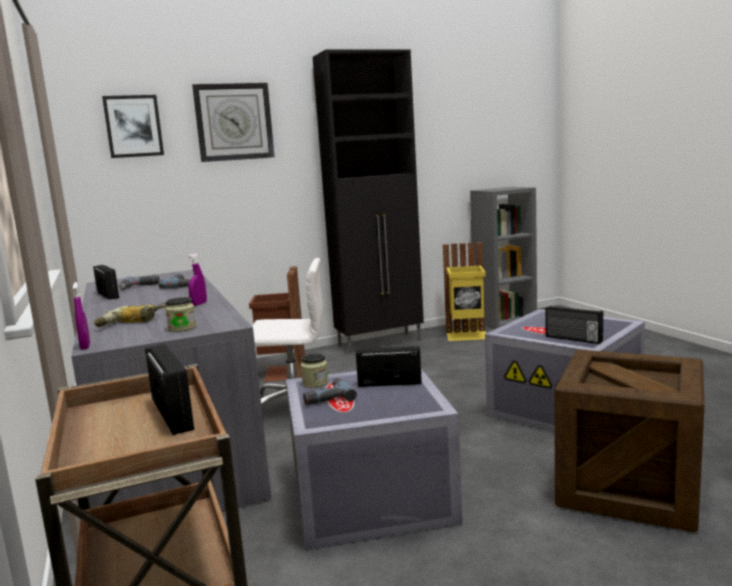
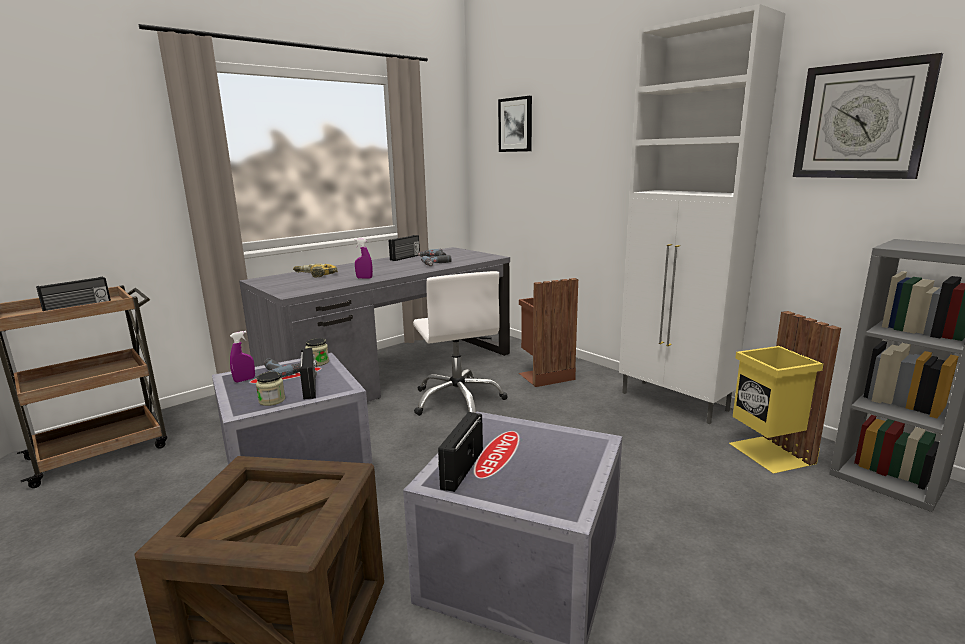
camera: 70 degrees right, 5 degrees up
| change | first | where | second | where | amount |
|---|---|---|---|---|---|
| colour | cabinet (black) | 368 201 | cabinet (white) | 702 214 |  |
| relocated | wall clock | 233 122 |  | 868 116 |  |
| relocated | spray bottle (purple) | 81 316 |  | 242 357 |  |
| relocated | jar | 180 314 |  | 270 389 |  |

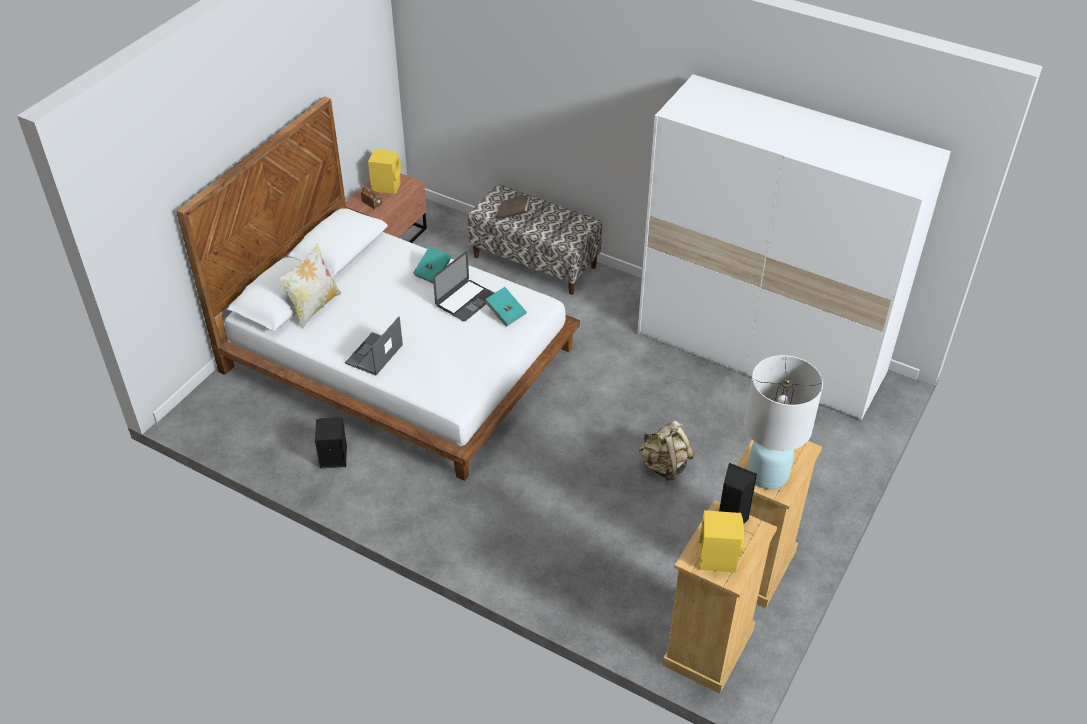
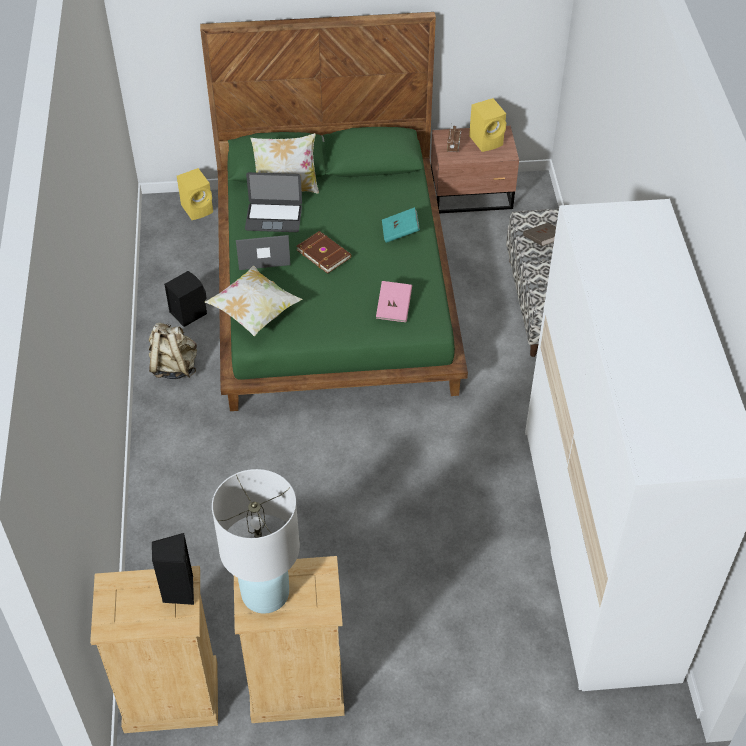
camera: 55 degrees right, 5 degrees up
| change | first | where | second | where | amount |
|---|---|---|---|---|---|
| colour | bed (white) | 378 288 | bed (green) | 334 211 |  |
| relocated | laptop | 463 286 |  | 273 202 |  |
| colour | book (turquoise) | 505 307 | book (pink) | 394 301 |  |
| relocated | backpack (beige) | 666 450 |  | 173 351 |  |
| relocated | speaker (yellow) | 721 541 |  | 195 194 |  |
| appeared |  |  | book (brown) | 324 252 |  |
| appeared |  |  | pillow | 253 301 |  |

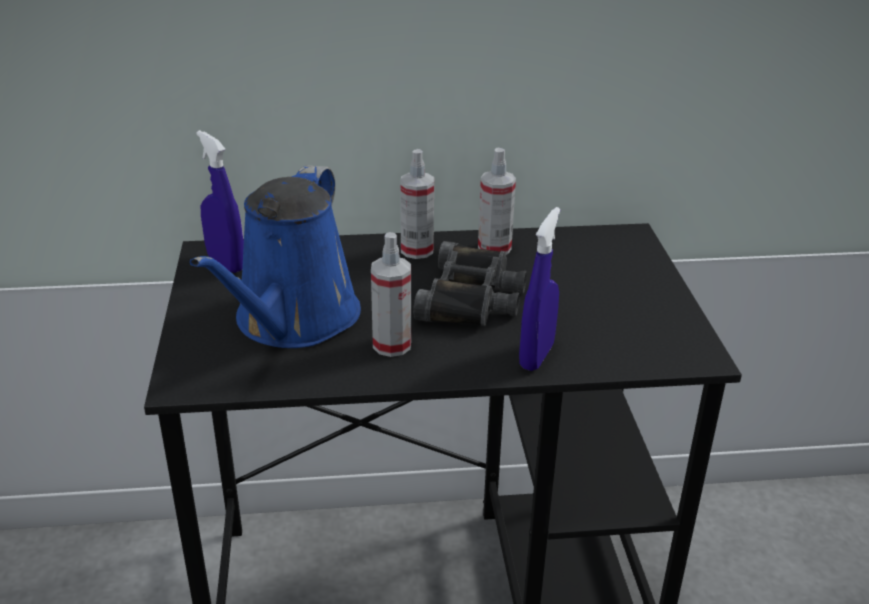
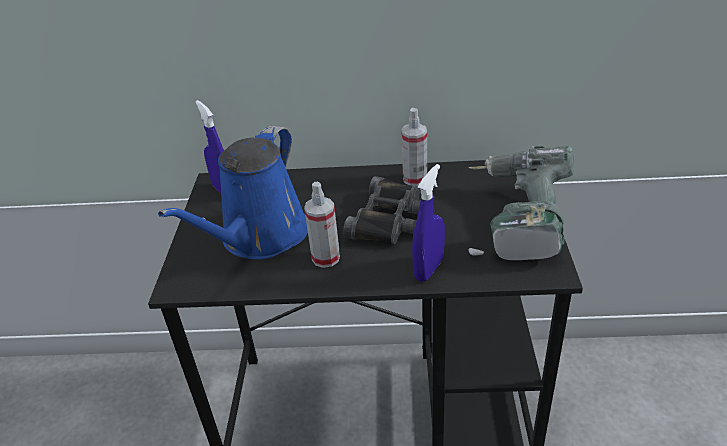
camera: 10 degrees right, 5 degrees up
| change | first | where | second | where | amount |
|---|---|---|---|---|---|
| missing | spray bottle | 417 204 |  |  |  |
| appeared |  |  | power drill | 521 202 |  |

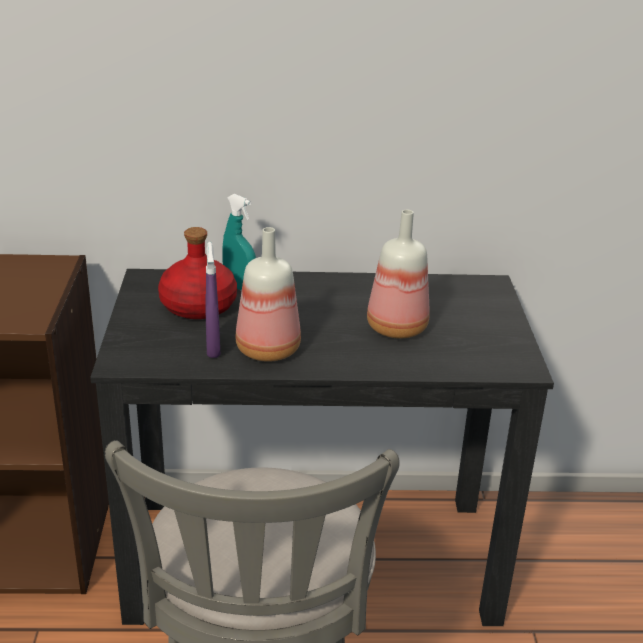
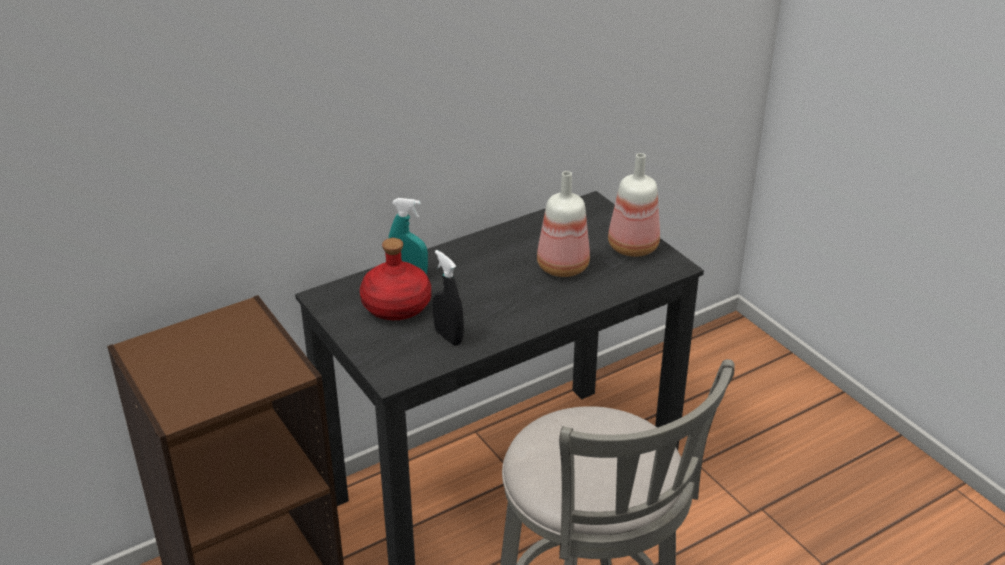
camera: 30 degrees left, 5 degrees up
| change | first | where | second | where | amount |
|---|---|---|---|---|---|
| relocated | bottle | 268 294 |  | 634 205 |  |
| colour | spray bottle (purple) | 213 300 | spray bottle (black) | 448 297 |  |

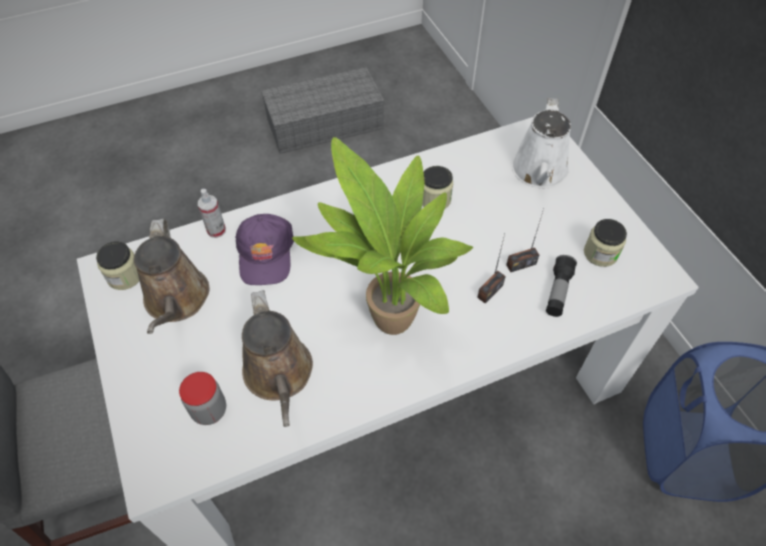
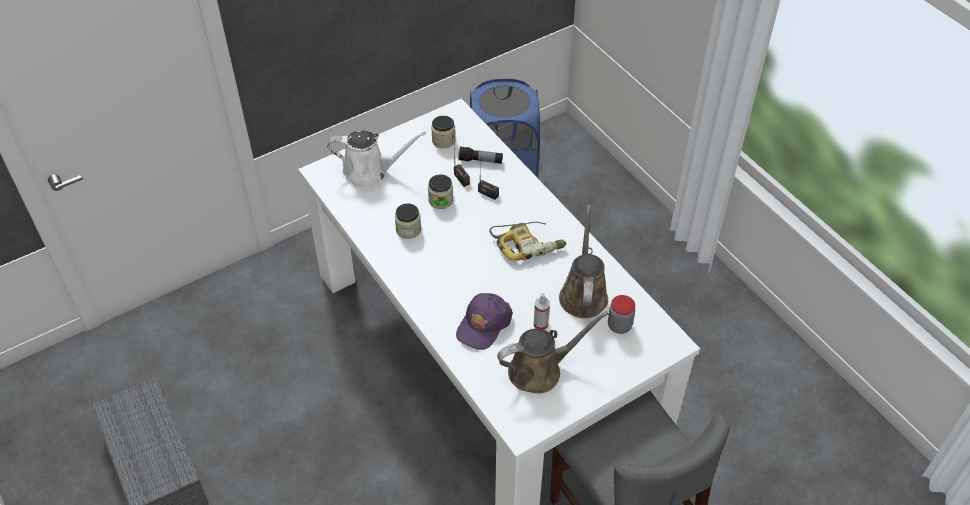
camera: 100 degrees left, 5 degrees down
| change | first | where | second | where | amount |
|---|---|---|---|---|---|
| exchanged | potted plant | 382 236 | power drill | 527 241 |  |
| relocated | spray bottle | 212 213 |  | 542 311 |  |
| spun | cap (purple) | 264 249 |  | 484 321 | 135 degrees clockwise |
| relocated | jar | 117 265 |  | 440 192 |  |
| spun | watering can (brown) | 277 358 |  | 583 261 | 60 degrees counterclockwise |

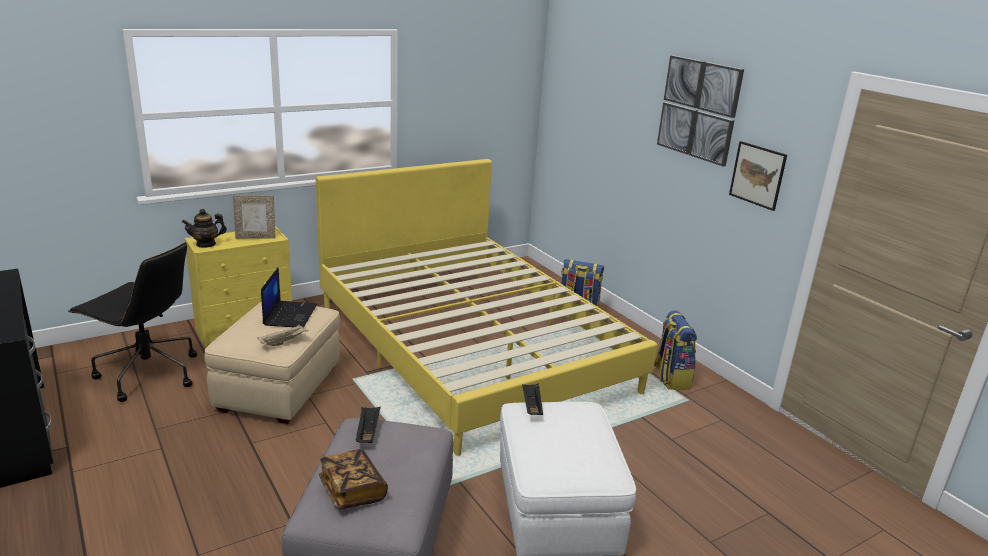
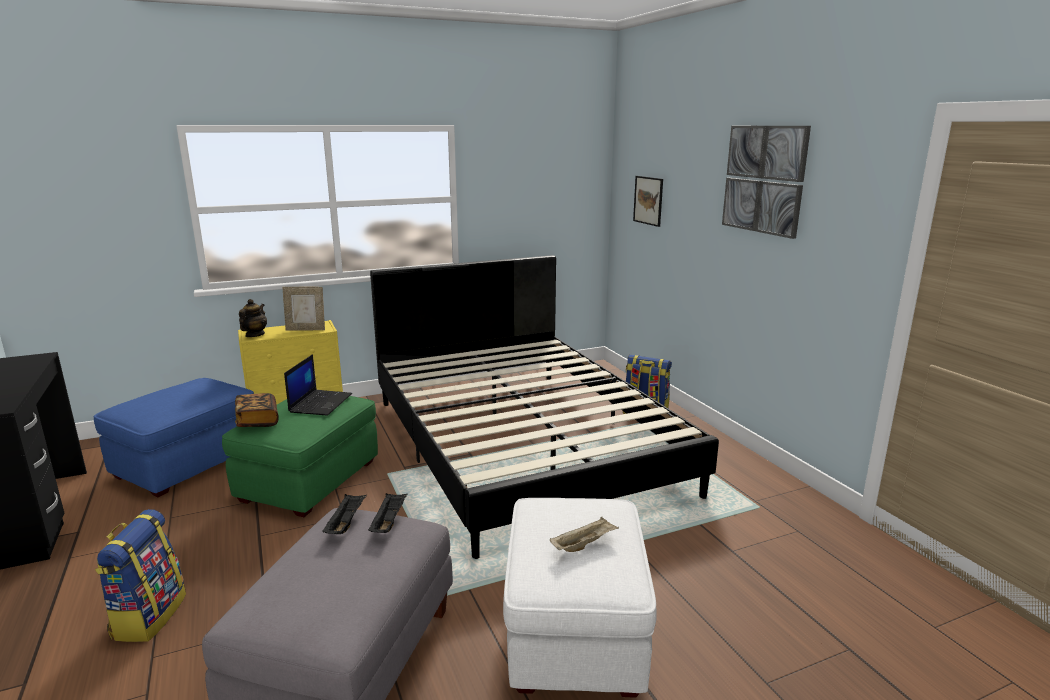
camera: 10 degrees right, 5 degrees down
| change | first | where | second | where | amount |
|---|---|---|---|---|---|
| relocated | picture | 758 176 |  | 648 201 |  |
| colour | bed (yellow) | 486 307 | bed (black) | 544 407 |  |
| spun | teapot | 204 228 |  | 253 318 | 120 degrees clockwise |
| exchanged | office chair (black) | 132 322 | ottoman (blue) | 173 437 |  |
| colour | ottoman (beige) | 272 363 | ottoman (green) | 300 456 |  |
| relocated | backpack | 675 350 |  | 140 575 |  |
| relocated | tray (beige) | 283 335 |  | 584 534 |  |
| relocated | tray (black) | 532 399 |  | 388 513 |  |
| relocated | book | 353 479 |  | 257 410 |  |

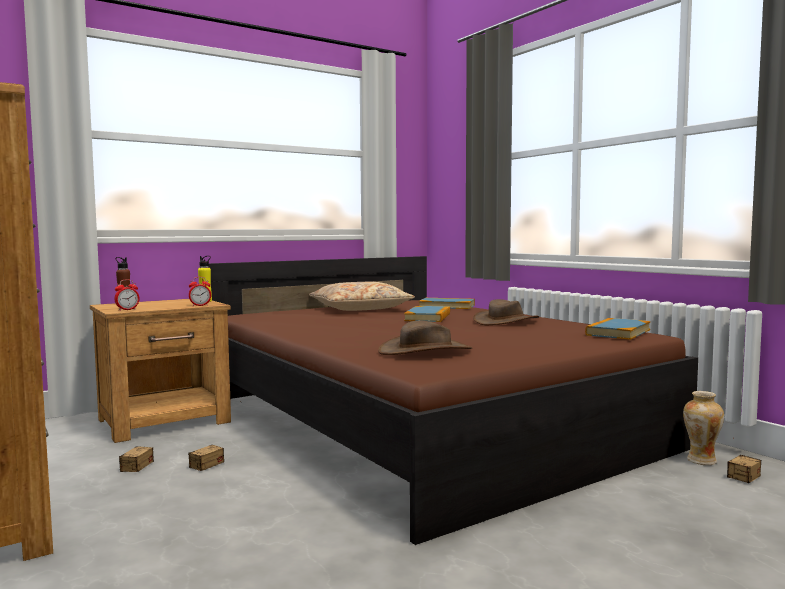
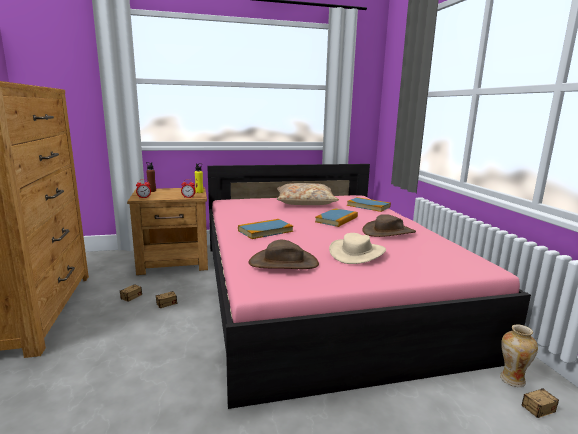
camera: 20 degrees right, 10 degrees up
| change | first | where | second | where | amount |
|---|---|---|---|---|---|
| colour | bed (brown) | 453 400 | bed (pink) | 369 286 |  |
| relocated | book | 618 329 |  | 265 229 |  |
| appeared |  |  | hat (beige) | 357 248 |  |

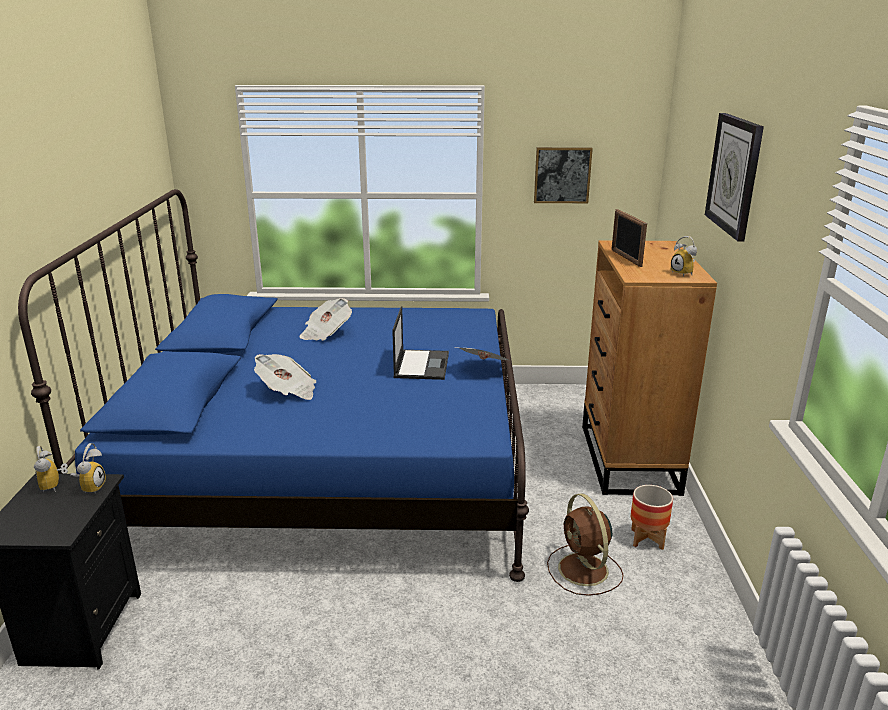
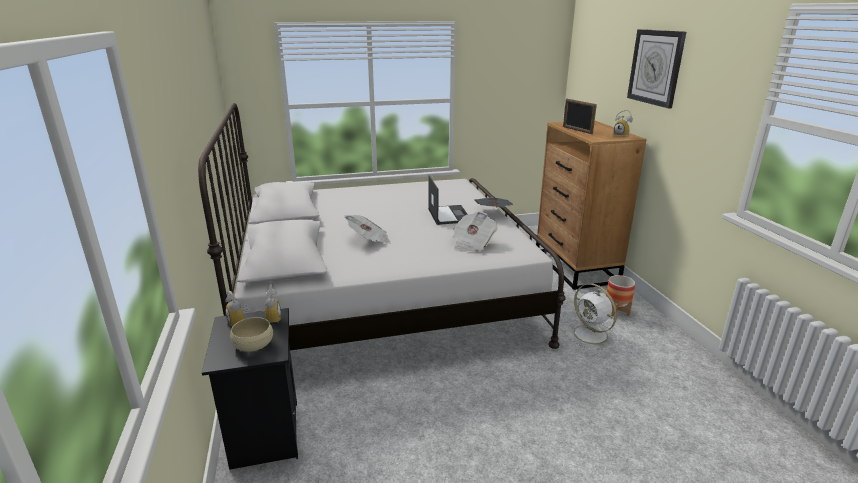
camera: 15 degrees left, 0 degrees up
| change | first | where | second | where | amount |
|---|---|---|---|---|---|
| missing | picture | 563 175 |  |  |  |
| colour | bed (blue) | 273 385 | bed (white) | 381 226 |  |
| relocated | newspaper | 325 319 |  | 475 232 |  |
| colour | fan (brown) | 585 544 | fan (white) | 592 316 |  |
| appeared |  |  | bowl (beige) | 251 334 |  |

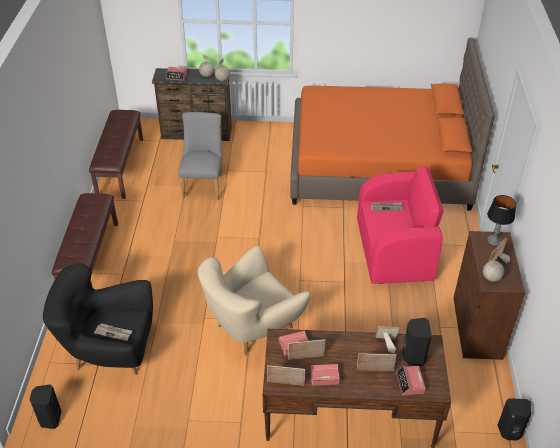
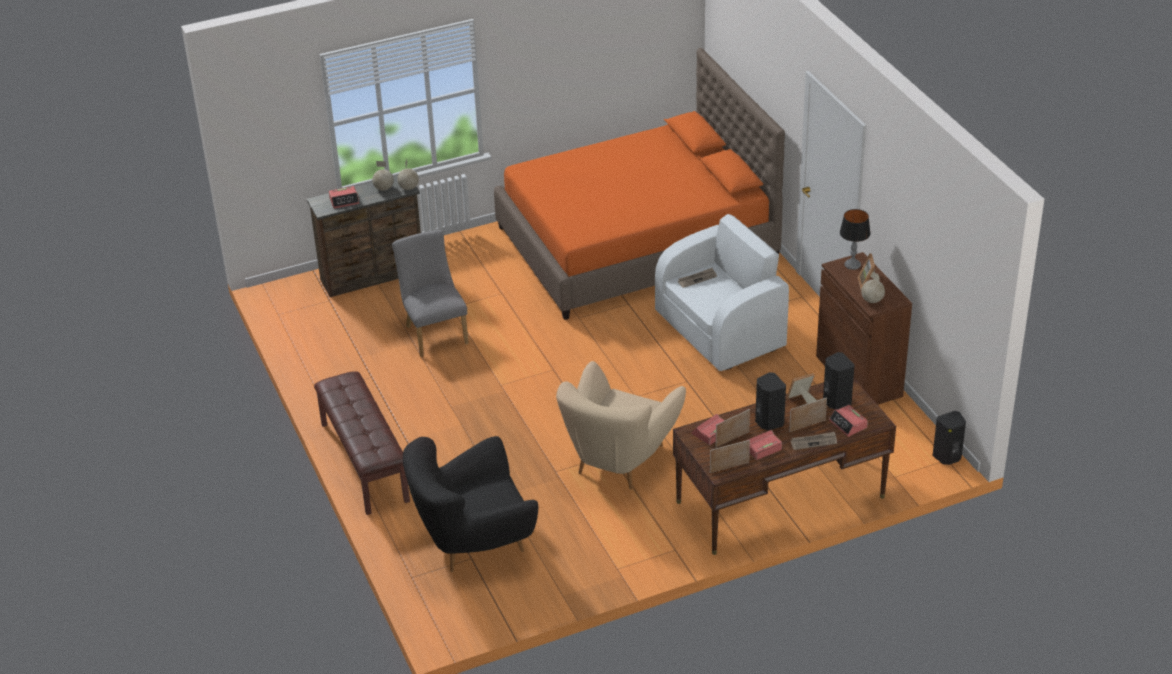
camera: 25 degrees left, 5 degrees down
| change | first | where | second | where | amount |
|---|---|---|---|---|---|
| missing | bench (brown) | 116 154 |  |  |  |
| colour | armchair (pink) | 400 225 | armchair (white) | 722 292 |  |
| relocated | newspaper | 113 332 |  | 814 441 |  |
| relocated | speaker (black) | 45 407 |  | 770 401 |  |

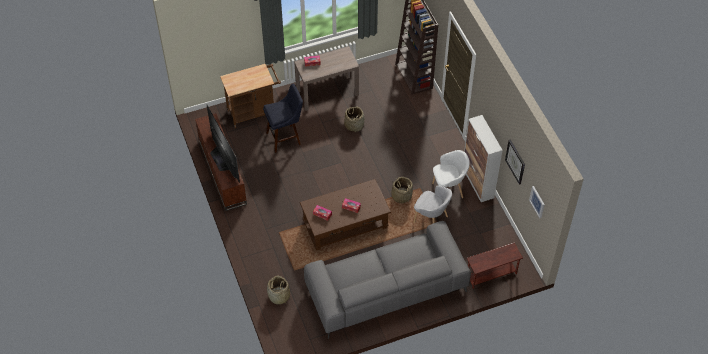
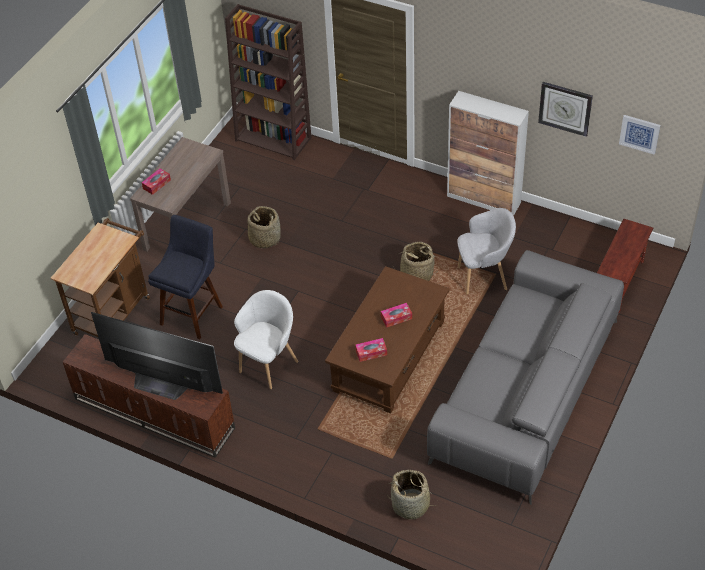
camera: 40 degrees left, 5 degrees down
| change | first | where | second | where | amount |
|---|---|---|---|---|---|
| relocated | armchair (white) | 451 174 |  | 266 339 |  |

